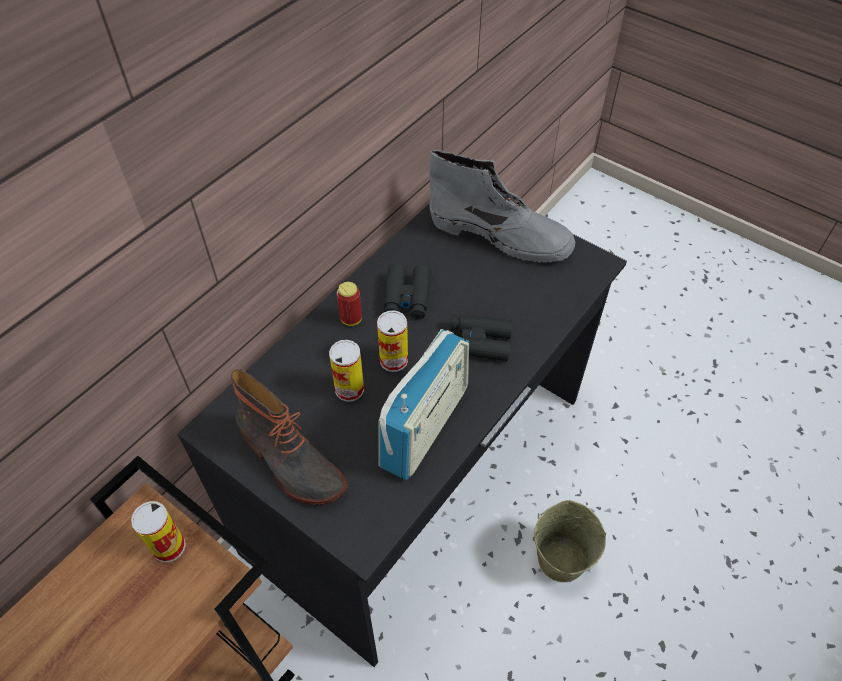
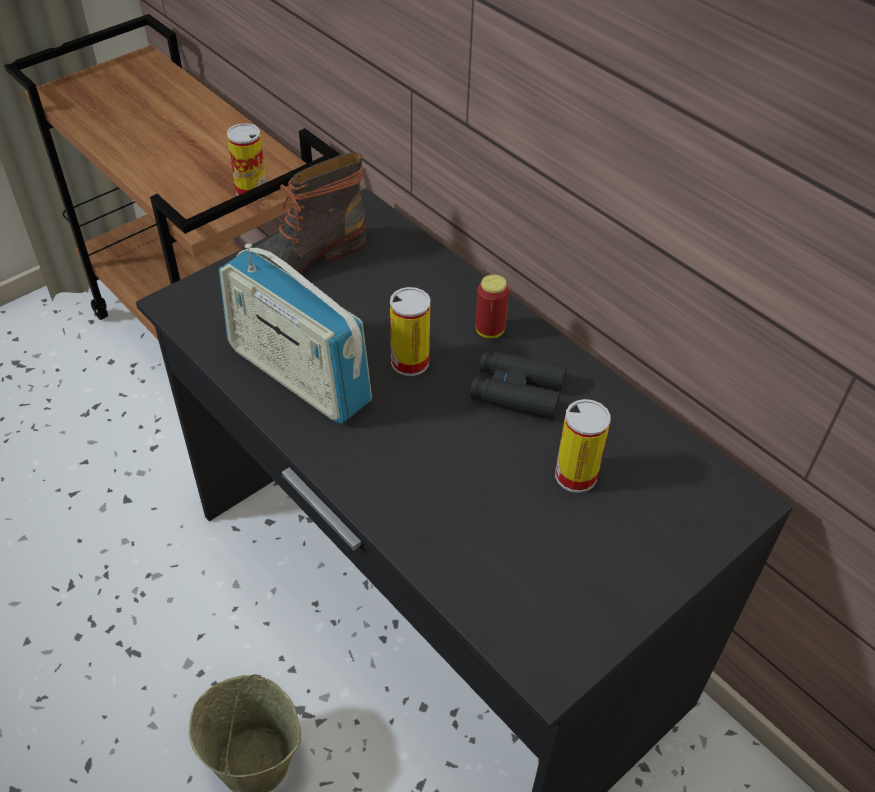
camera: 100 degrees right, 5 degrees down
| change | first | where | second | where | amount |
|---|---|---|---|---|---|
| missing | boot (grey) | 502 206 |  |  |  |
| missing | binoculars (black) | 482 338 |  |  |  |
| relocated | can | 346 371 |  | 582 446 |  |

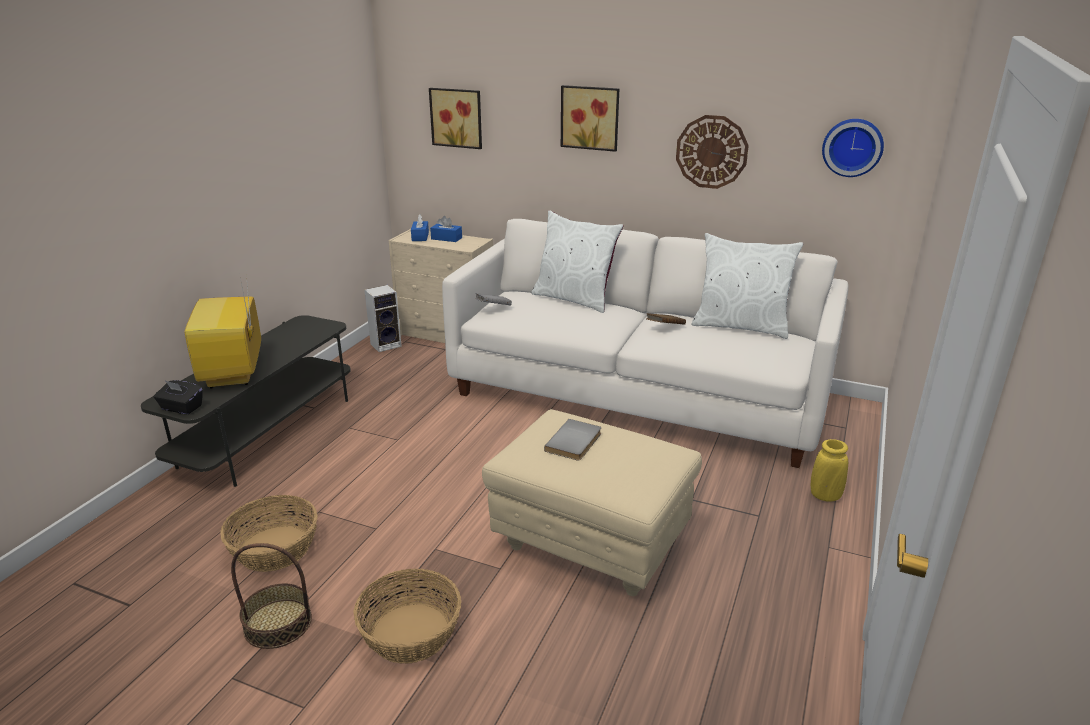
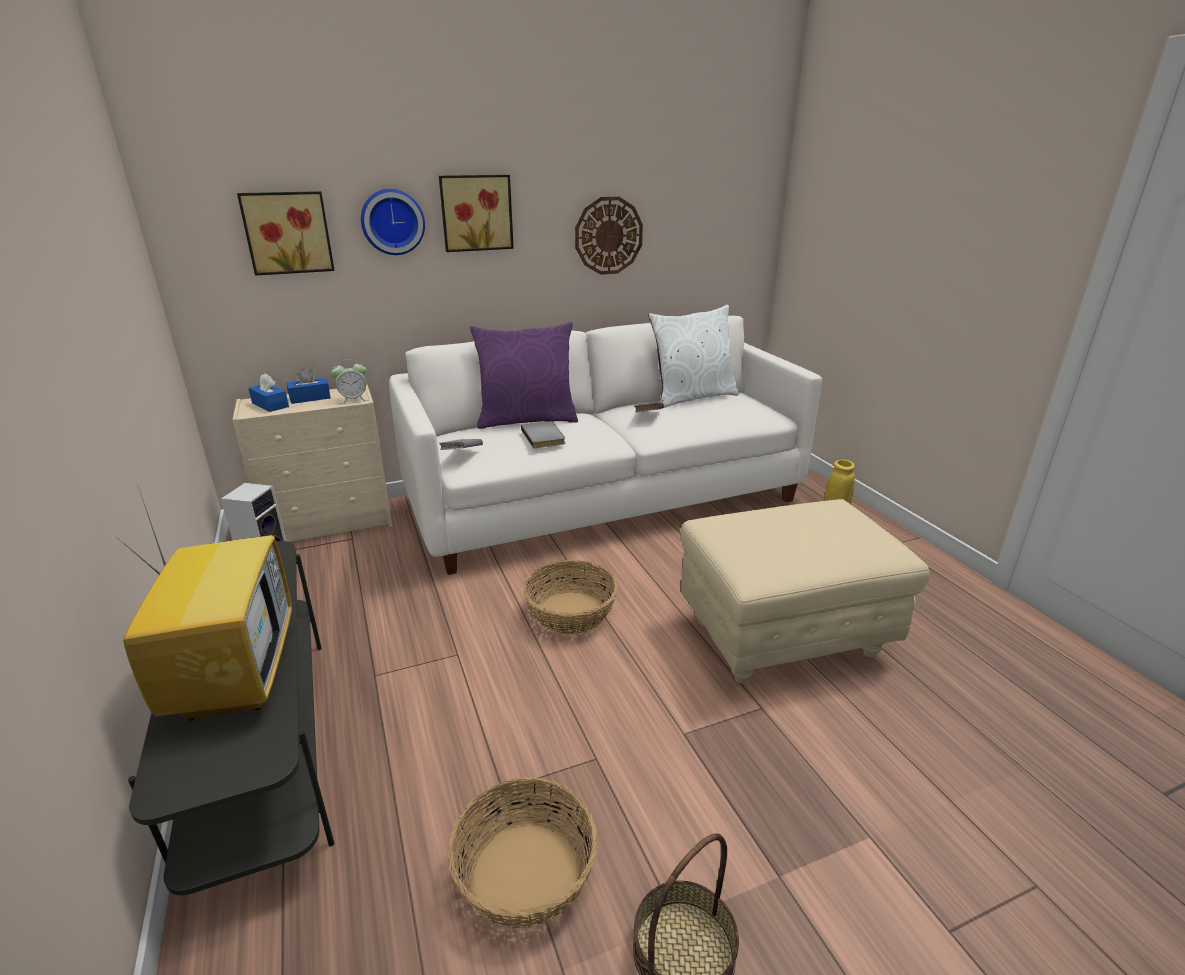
camera: 45 degrees left, 0 degrees up
| change | first | where | second | where | amount |
|---|---|---|---|---|---|
| relocated | wall clock | 853 148 |  | 393 222 |  |
| colour | pillow (white) | 577 261 | pillow (purple) | 524 375 |  |
| spun | television | 223 331 |  | 203 602 | 135 degrees counterclockwise |
| missing | tissue box (black) | 178 397 |  |  |  |
| relocated | book (grey) | 572 440 |  | 543 434 |  |
| relocated | basket | 407 616 |  | 570 597 |  |
| appeared |  |  | alarm clock | 350 381 |  |

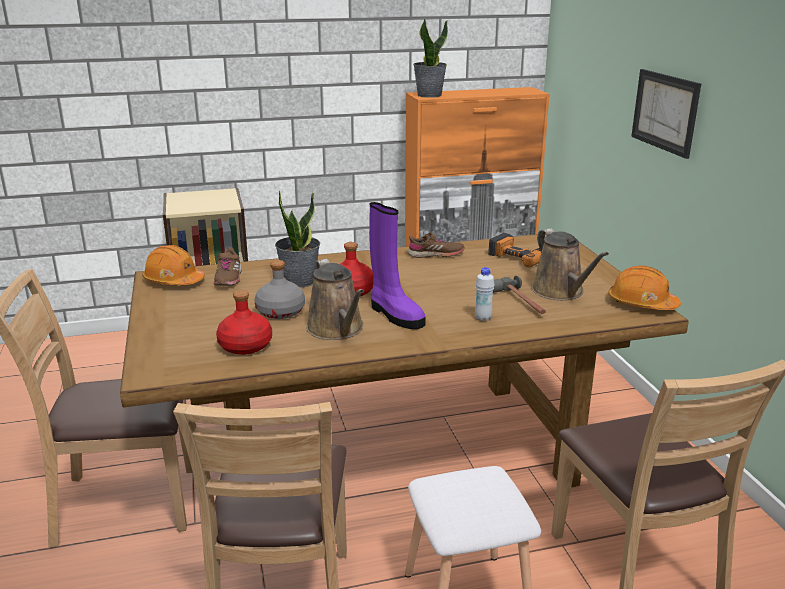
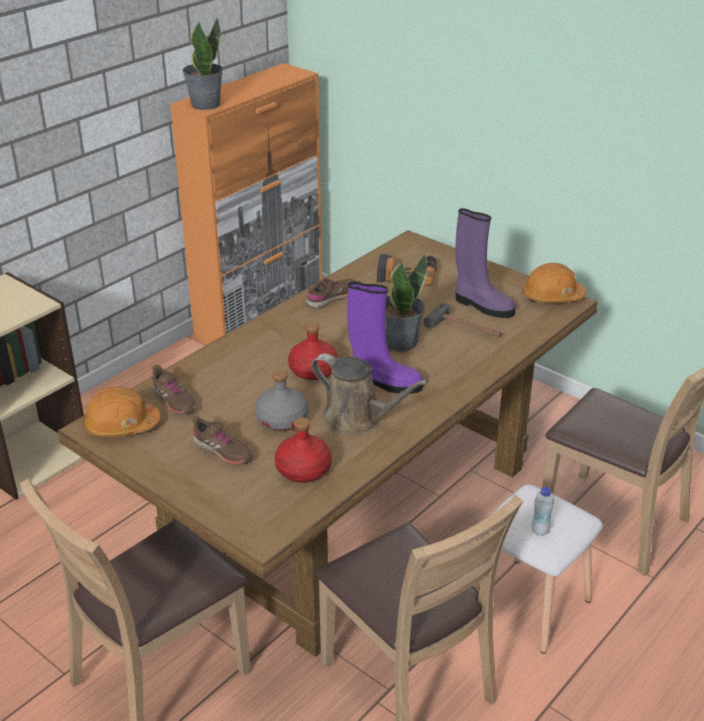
camera: 35 degrees left, 10 degrees up
| change | first | where | second | where | amount |
|---|---|---|---|---|---|
| missing | picture | 666 114 |  |  |  |
| relocated | potted plant | 297 239 |  | 406 302 |  |
| exchanged | watering can (brown) | 570 264 | boot (purple) | 486 263 |  |
| relocated | bottle (white) | 484 294 |  | 543 511 |  |
| appeared |  |  | shoe (brown) | 222 440 |  |

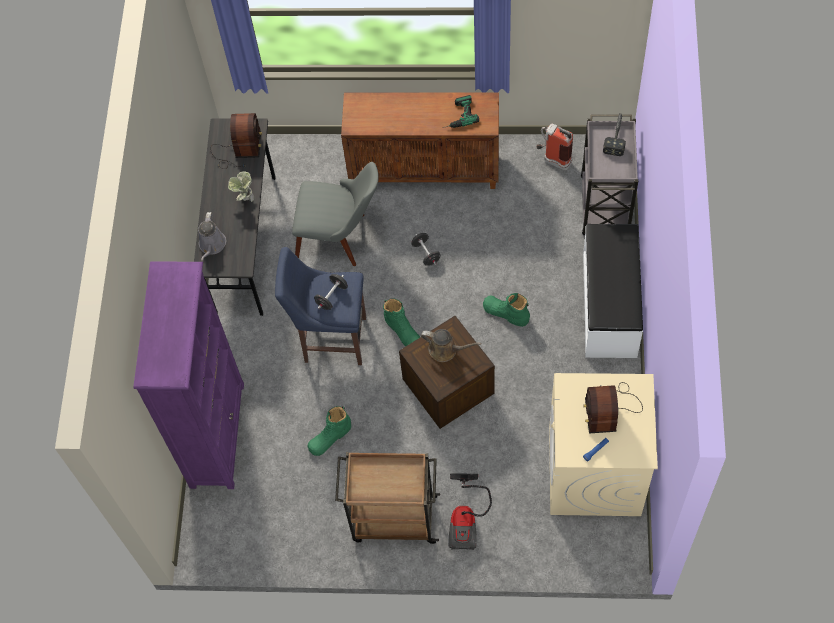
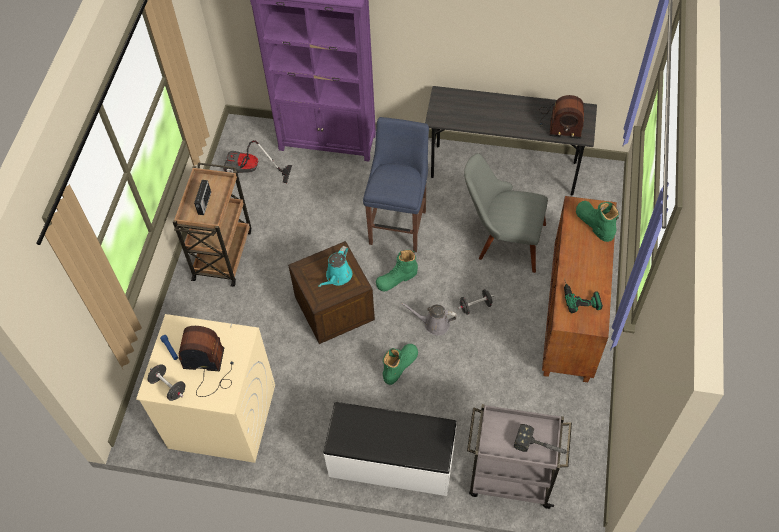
camera: 95 degrees right, 5 degrees down
| change | first | where | second | where | amount |
|---|---|---|---|---|---|
| missing | fire extinguisher | 554 147 |  |  |  |
| spun | chair (grey) | 335 214 |  | 506 213 | 90 degrees clockwise |
| missing | potted plant | 241 186 |  |  |  |
| relocated | watering can (grey) | 212 236 |  | 429 319 |  |
| relocated | dumbbell (black) | 331 292 |  | 166 382 |  |
| colour | watering can (brown) | 451 345 | watering can (turquoise) | 335 266 |  |
| relocated | boot (green) | 329 431 |  | 597 221 |  |
| relocated | vacuum cleaner | 470 511 |  | 257 161 |  |
| appeared |  |  | radio | 202 197 |  |

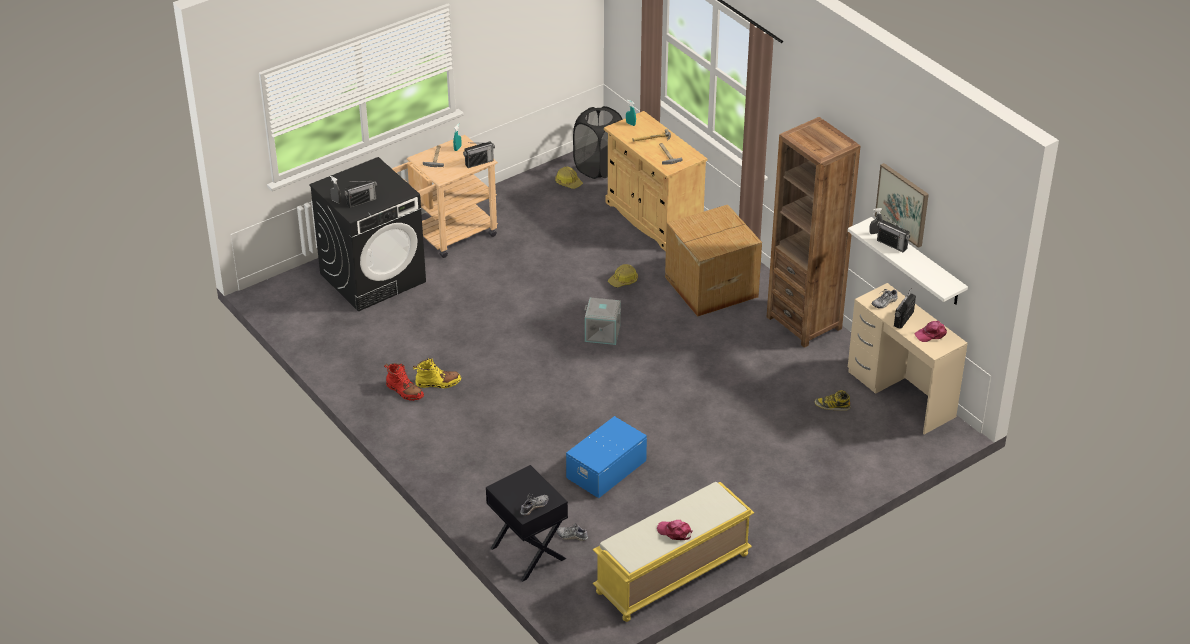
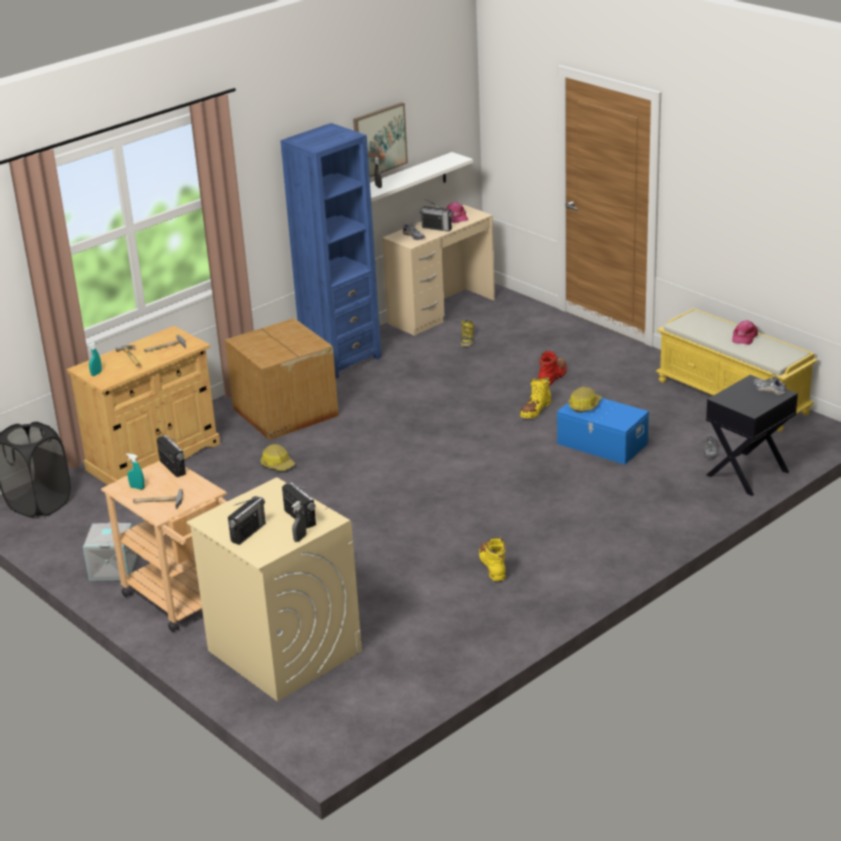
camera: 95 degrees left, 10 degrees down
| change | first | where | second | where | amount |
|---|---|---|---|---|---|
| colour | bookcase (brown) | 814 232 | bookcase (blue) | 331 251 |  |
| colour | washing machine (black) | 367 234 | washing machine (beige) | 274 589 |  |
| relocated | hard hat | 569 178 |  | 585 399 |  |
| relocated | radio | 893 233 |  | 247 520 |  |
| relocated | storage box (grey) | 602 321 |  | 110 551 |  |
| relocated | boot (red) | 404 382 |  | 552 368 |  |
| appeared |  |  | boot (yellow) | 535 397 |  |

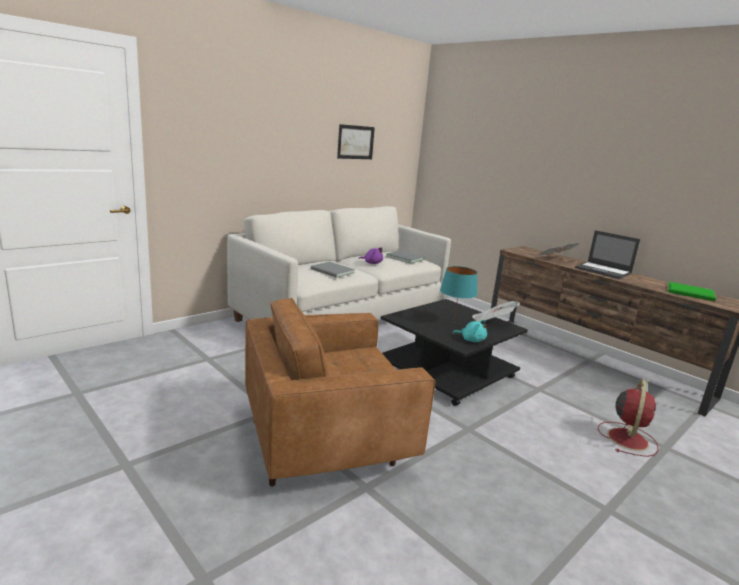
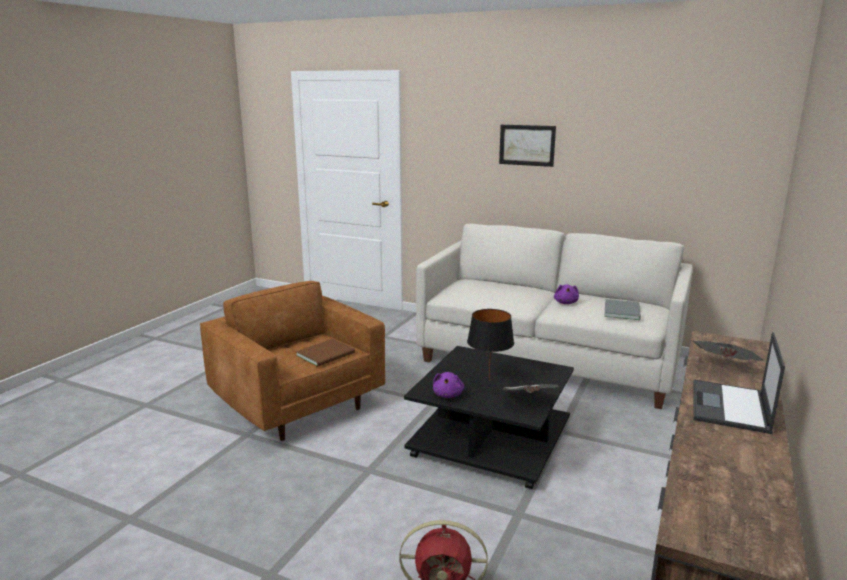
camera: 70 degrees right, 0 degrees up
| change | first | where | second | where | amount |
|---|---|---|---|---|---|
| relocated | picture | 356 141 |  | 527 146 |  |
| missing | book (grey) | 333 270 |  |  |  |
| colour | table lamp (turquoise) | 458 294 | table lamp (black) | 490 345 |  |
| missing | book (green) | 692 291 |  |  |  |
| colour | plush toy (turquoise) | 470 331 | plush toy (purple) | 448 385 |  |
| appeared |  |  | book (brown) | 325 353 |  |

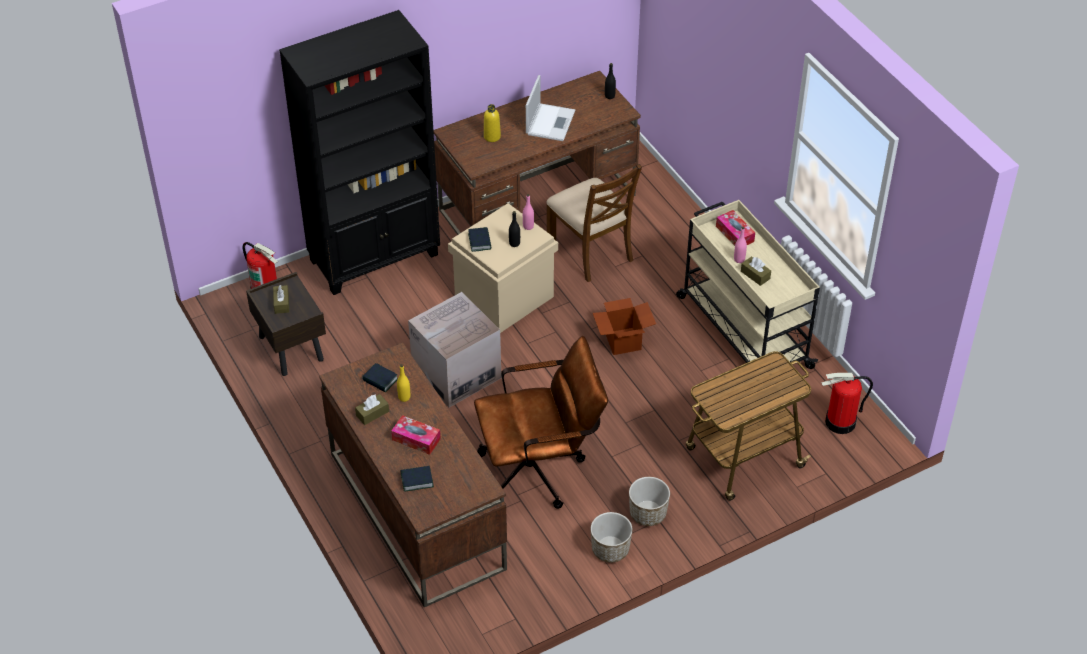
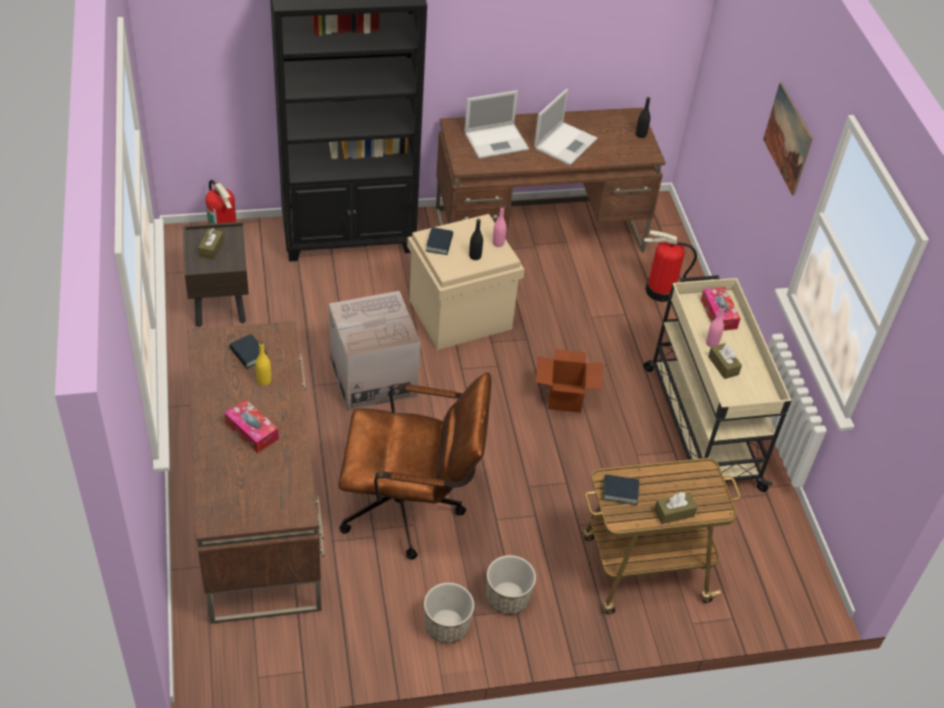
camera: 15 degrees right, 0 degrees up
| change | first | where | second | where | amount |
|---|---|---|---|---|---|
| exchanged | bottle (yellow) | 492 123 | laptop | 497 124 |  |
| missing | chair (brown) | 594 223 |  |  |  |
| relocated | fire extinguisher | 847 403 |  | 670 266 |  |
| relocated | tissue box (brown) | 372 409 |  | 675 508 |  |
| relocated | book | 417 479 |  | 621 489 |  |
| appeared |  |  | picture | 788 139 |  |

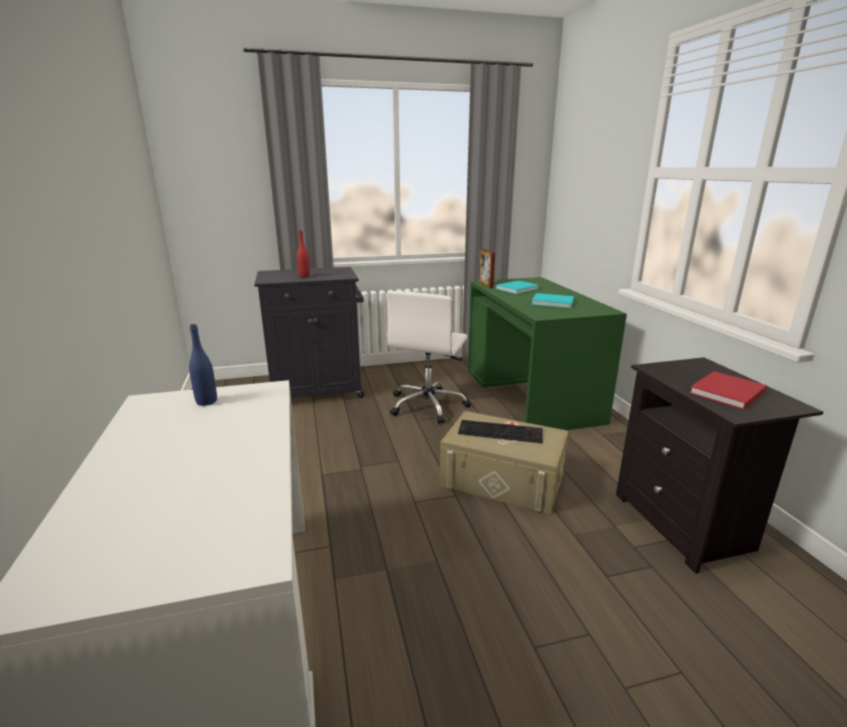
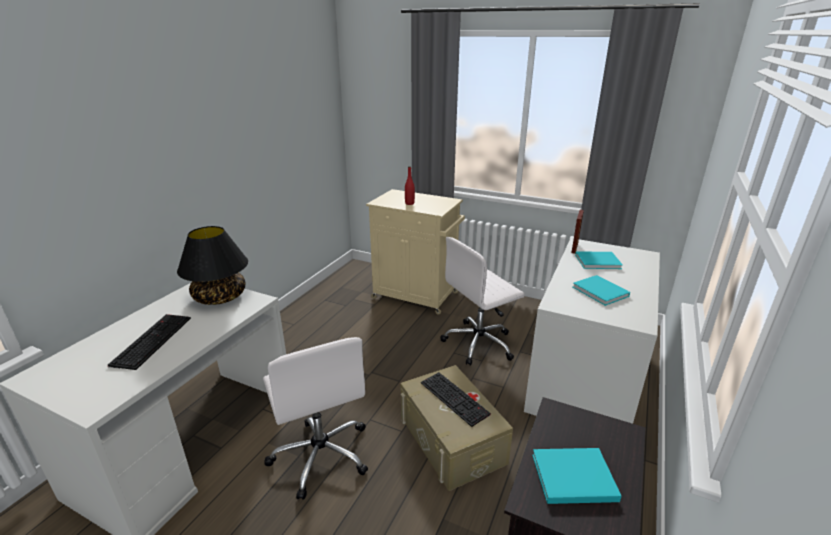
camera: 40 degrees right, 5 degrees up
| change | first | where | second | where | amount |
|---|---|---|---|---|---|
| colour | cabinet (black) | 309 332 | cabinet (beige) | 415 252 |  |
| colour | desk (green) | 547 353 | desk (white) | 592 331 |  |
| exchanged | bottle (blue) | 203 365 | table lamp (black) | 212 265 |  |
| colour | book (red) | 728 390 | book (turquoise) | 577 476 |  |
| appeared |  |  | keyboard | 149 342 |  |
| appeared |  |  | office chair (white) | 315 418 |  |

